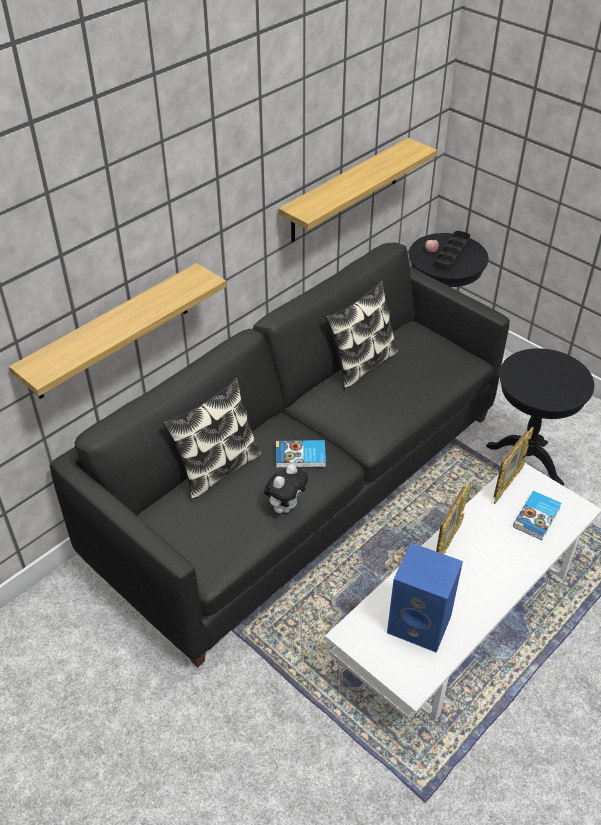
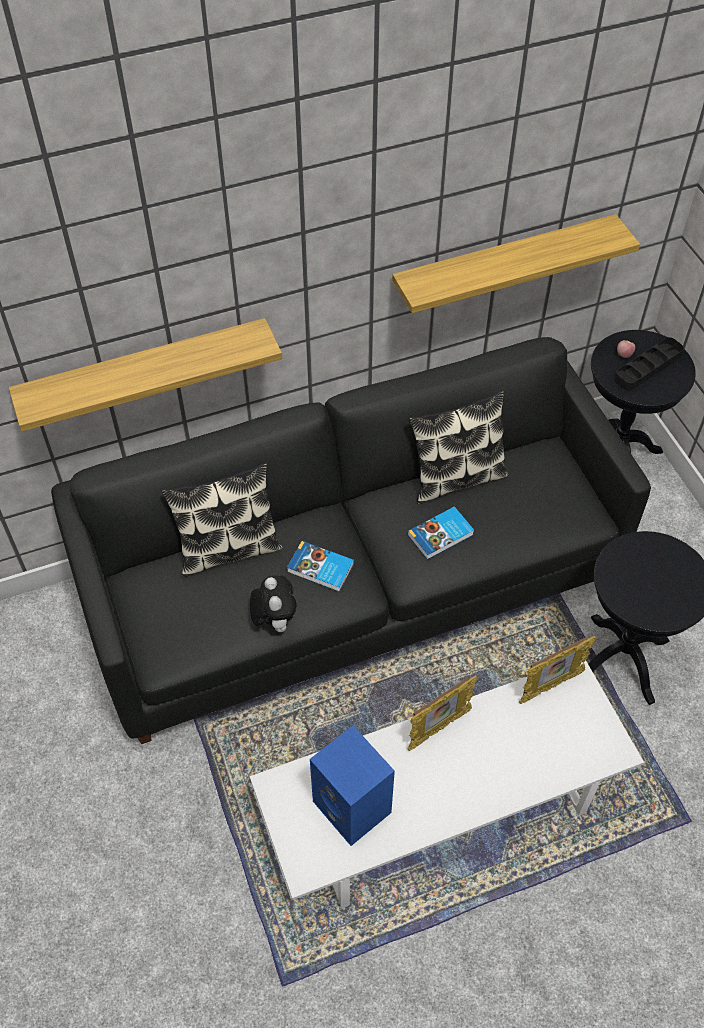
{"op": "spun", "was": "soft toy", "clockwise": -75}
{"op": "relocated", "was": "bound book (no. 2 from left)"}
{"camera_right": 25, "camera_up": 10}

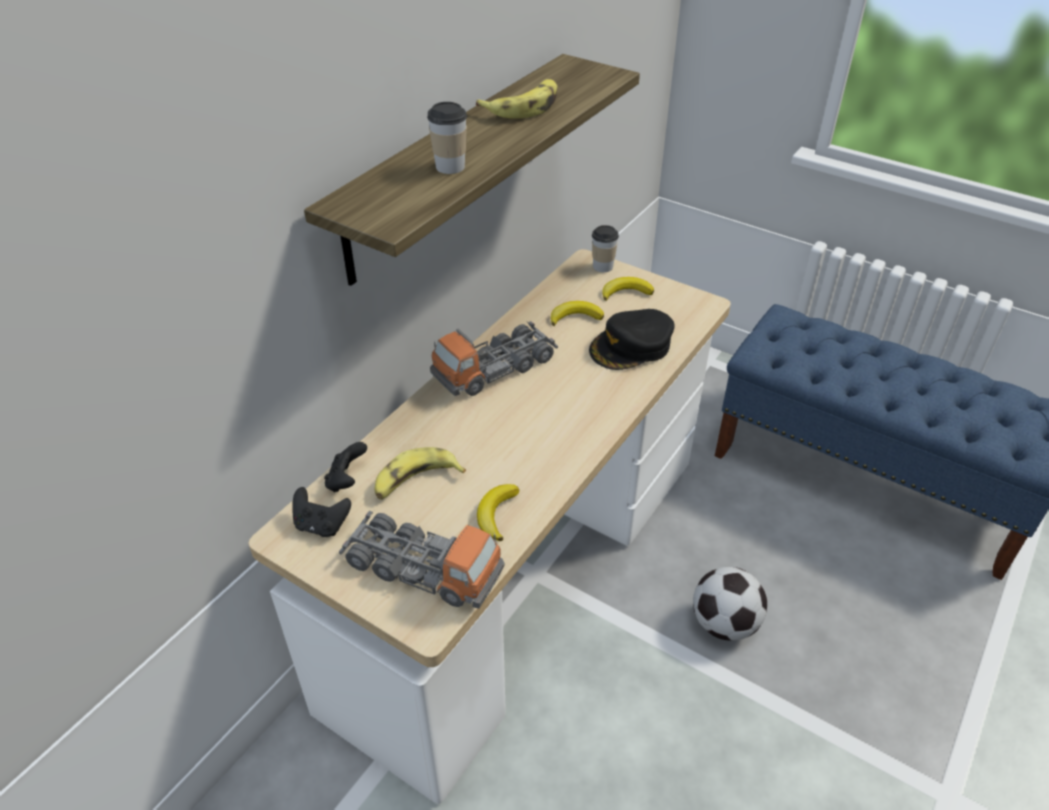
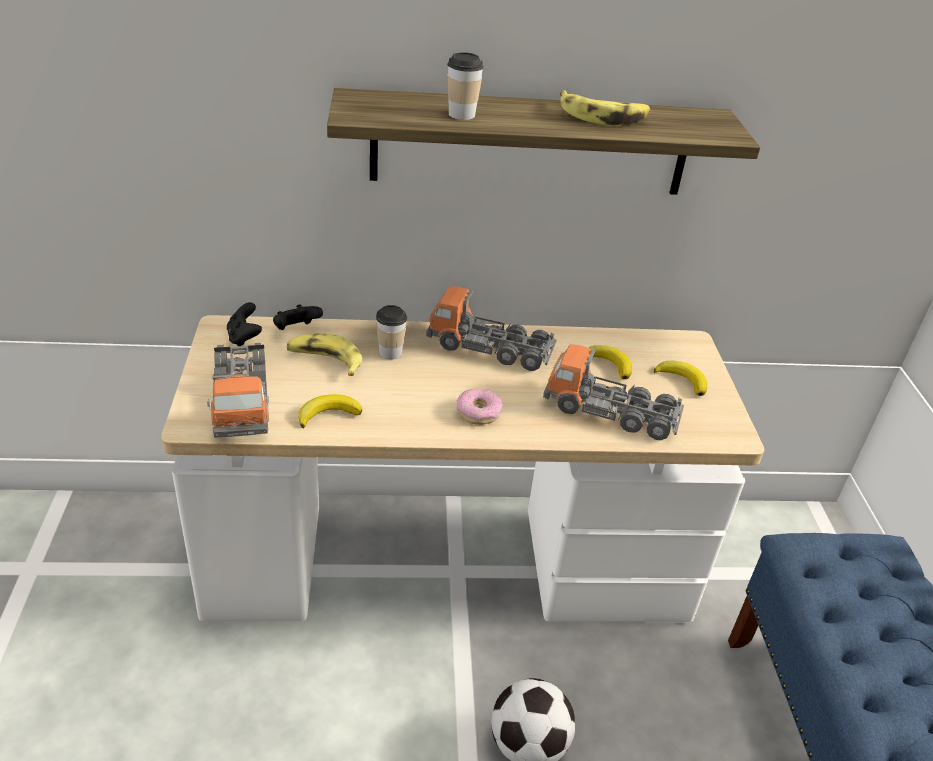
{"op": "relocated", "was": "drinking cup (no. 2 from left in the first image)", "now": "drinking cup (no. 1 from left)"}
{"op": "exchanged", "was": "peaked cap (black)", "now": "model truck (no. 3 from left)"}
{"op": "appeared", "now": "donut"}
{"camera_right": 50, "camera_up": -5}

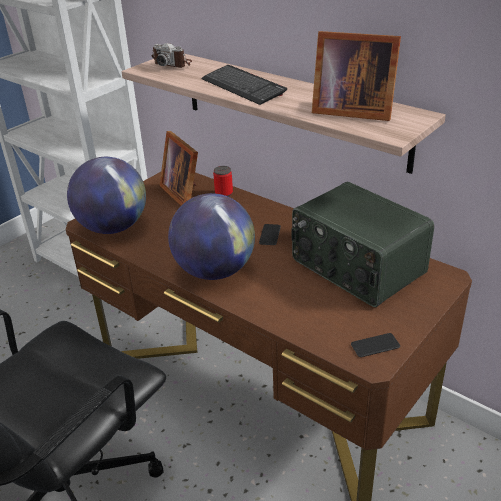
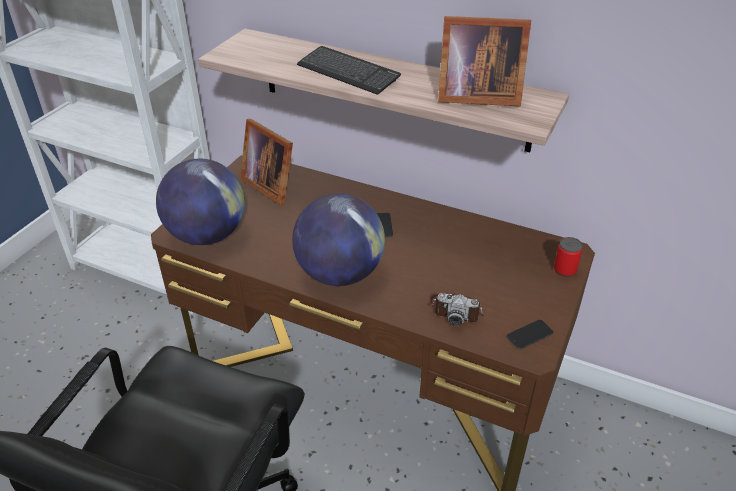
{"op": "relocated", "was": "photo camera"}
{"op": "relocated", "was": "sealed can"}
{"op": "missing", "was": "radio"}
{"camera_right": -15, "camera_up": 5}

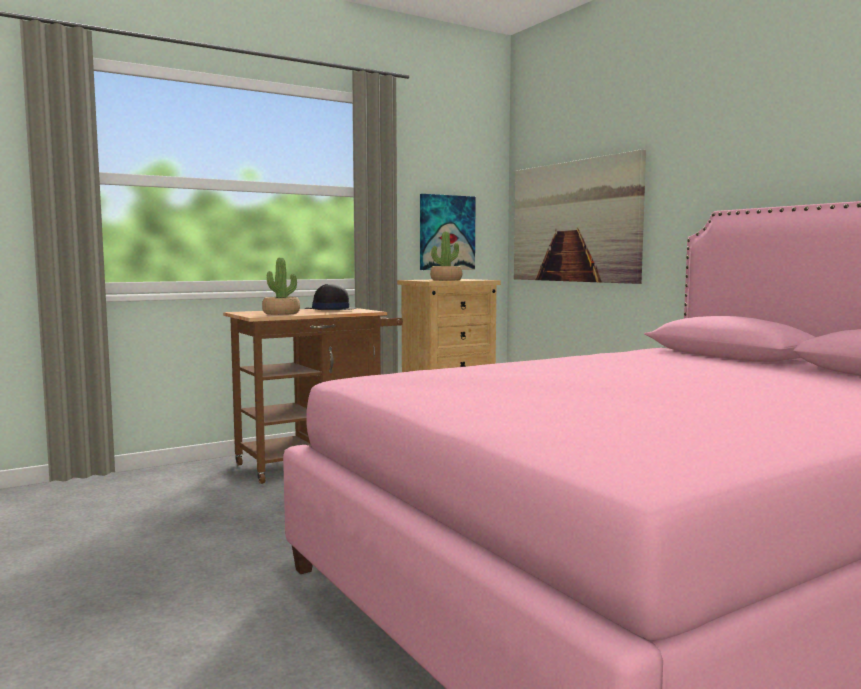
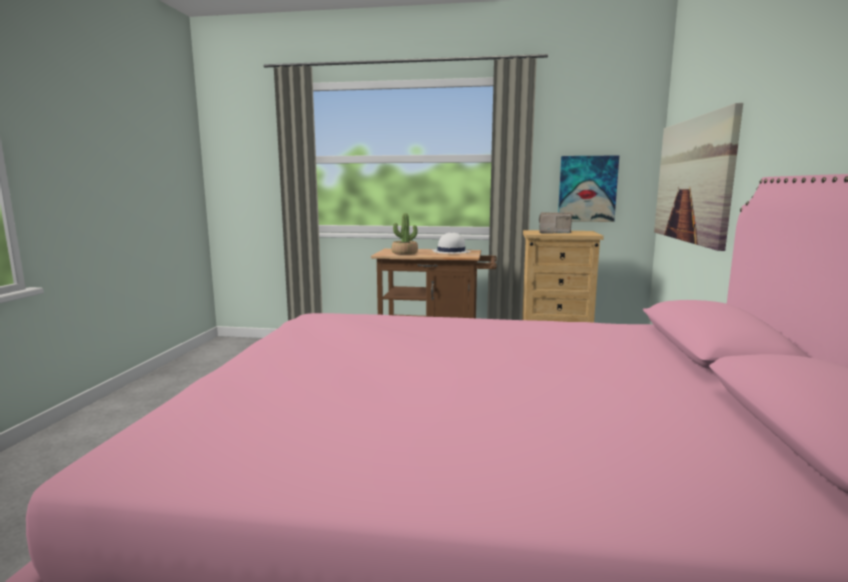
{"op": "exchanged", "was": "plant in a pot (no. 2 from left)", "now": "radio"}
{"op": "colour", "was": "clothing hat (black)", "now": "clothing hat (white)"}
{"camera_right": 40, "camera_up": 5}

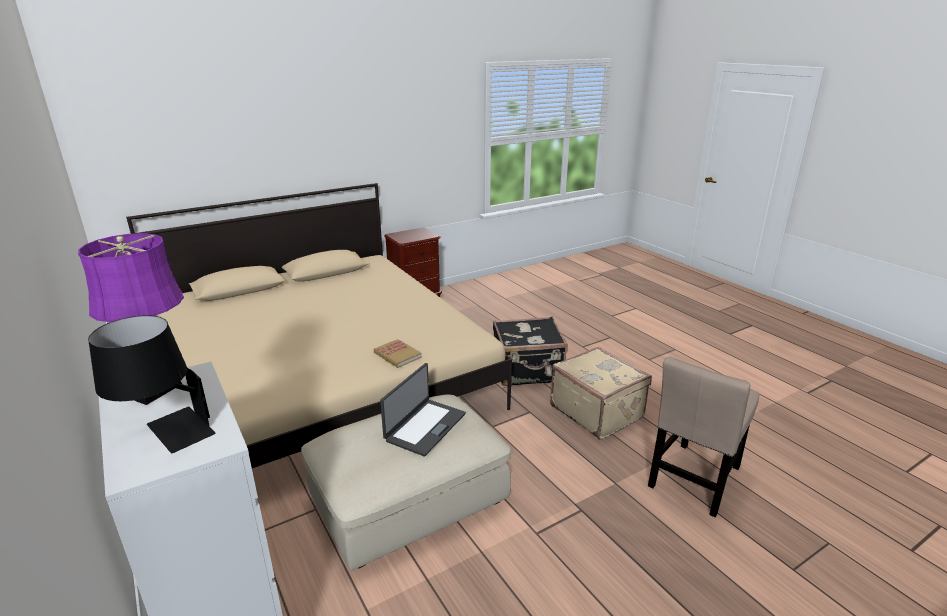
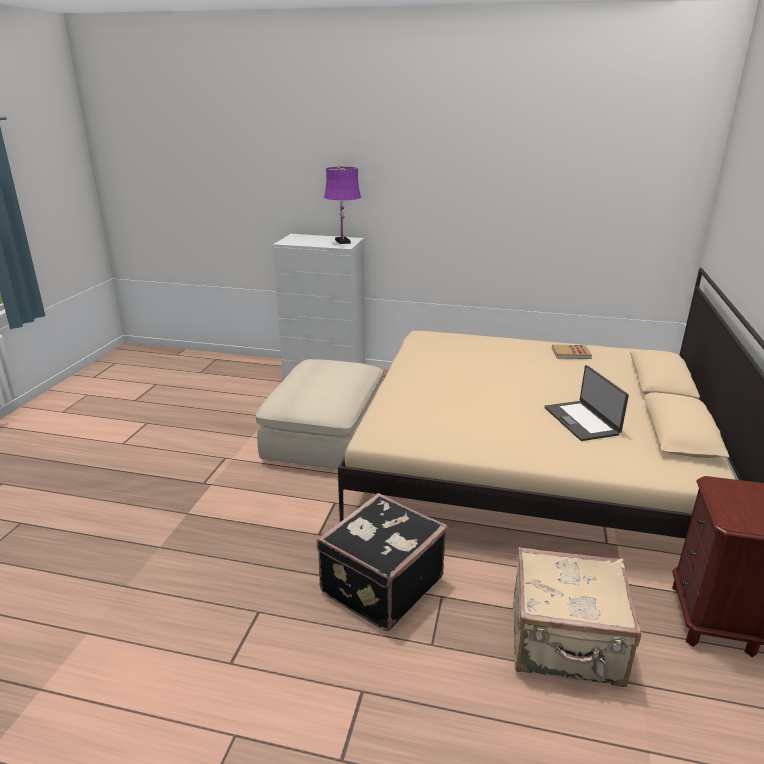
{"op": "missing", "was": "table lamp (black)"}
{"op": "relocated", "was": "bound book"}
{"op": "relocated", "was": "suitcase (beige)"}
{"op": "missing", "was": "upright chair (beige)"}
{"op": "relocated", "was": "notebook computer"}
{"camera_right": 135, "camera_up": 0}

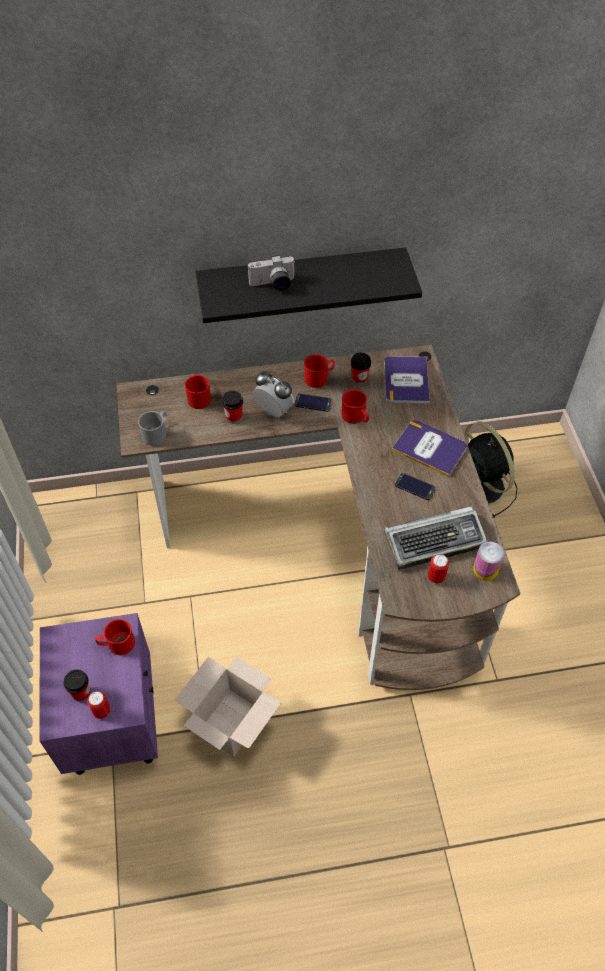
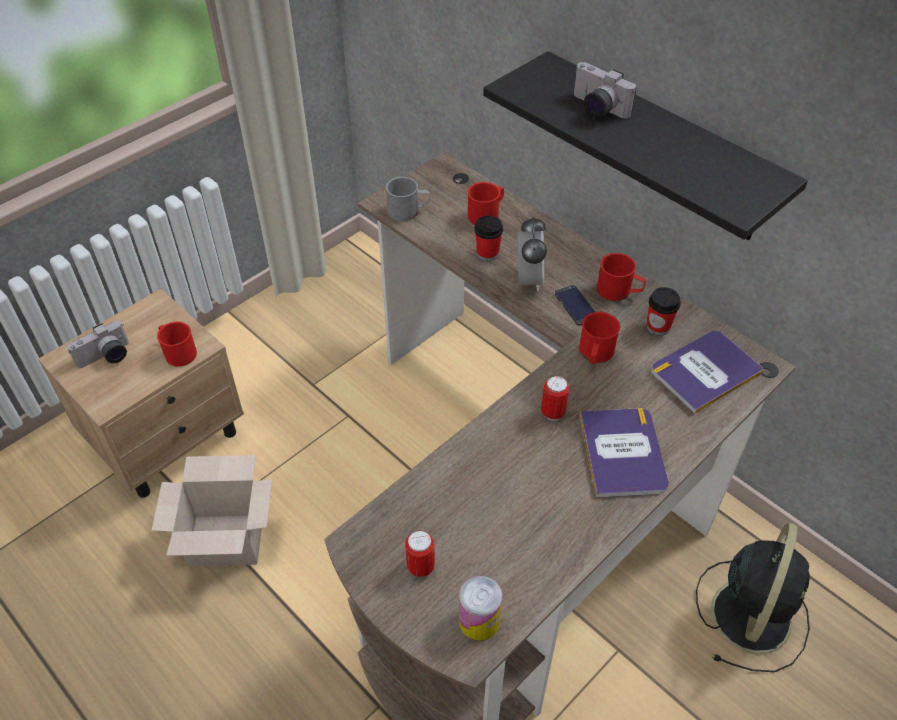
{"op": "missing", "was": "handset (no. 2 from left)"}
{"op": "missing", "was": "computer keyboard"}
{"op": "colour", "was": "nightstand (purplish)", "now": "nightstand (beige)"}
{"op": "exchanged", "was": "drinking cup (no. 1 from left)", "now": "photo camera (no. 1 from left)"}
{"op": "relocated", "was": "sealed can (no. 1 from left in the first image)", "now": "sealed can (no. 3 from left)"}
{"camera_right": 55, "camera_up": -5}

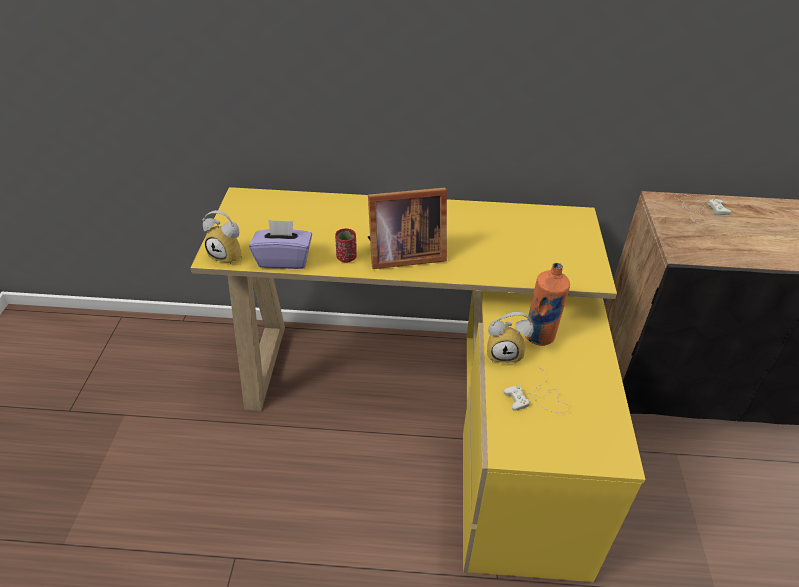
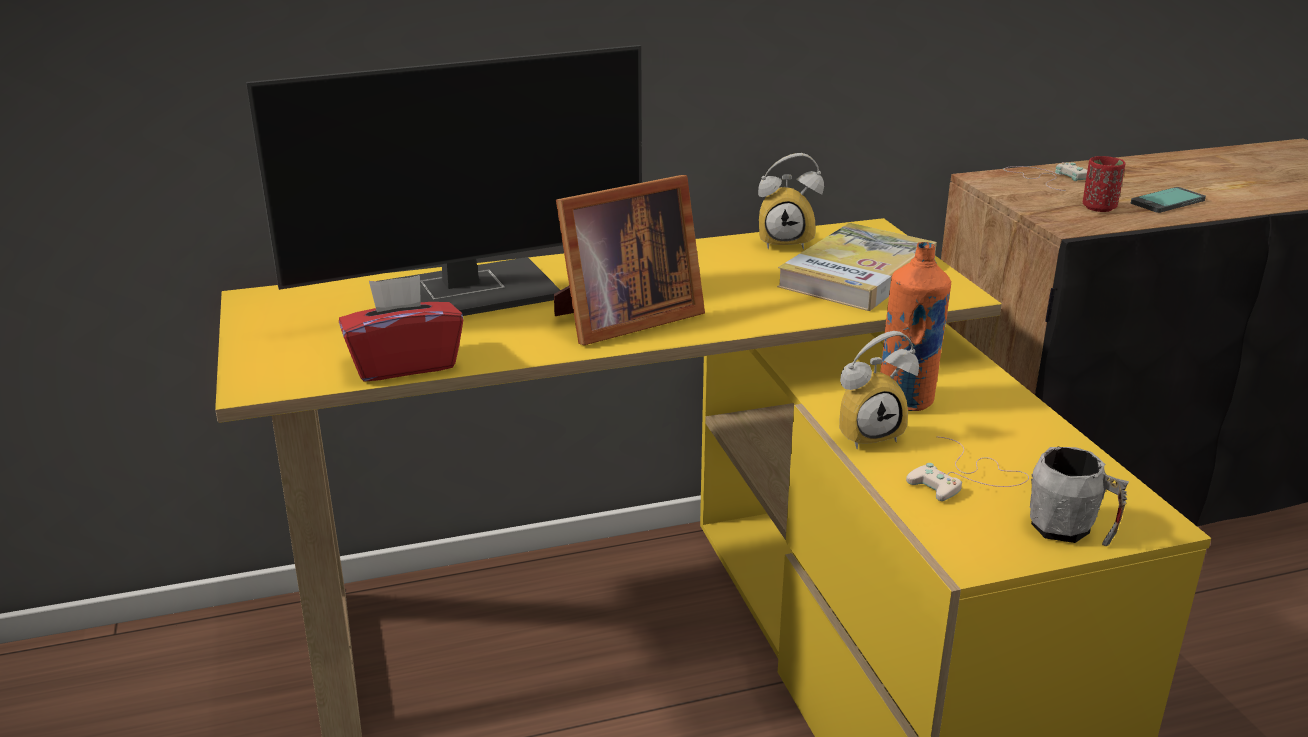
{"op": "relocated", "was": "bedside clock (no. 1 from left)"}
{"op": "colour", "was": "tissue box (purplish)", "now": "tissue box (reddish)"}
{"op": "relocated", "was": "drinking cup (reddish)"}
{"op": "appeared", "now": "monitor"}
{"op": "appeared", "now": "handset"}
{"op": "appeared", "now": "bound book"}
{"op": "appeared", "now": "coffee mug (gray)"}
{"camera_right": -20, "camera_up": -15}

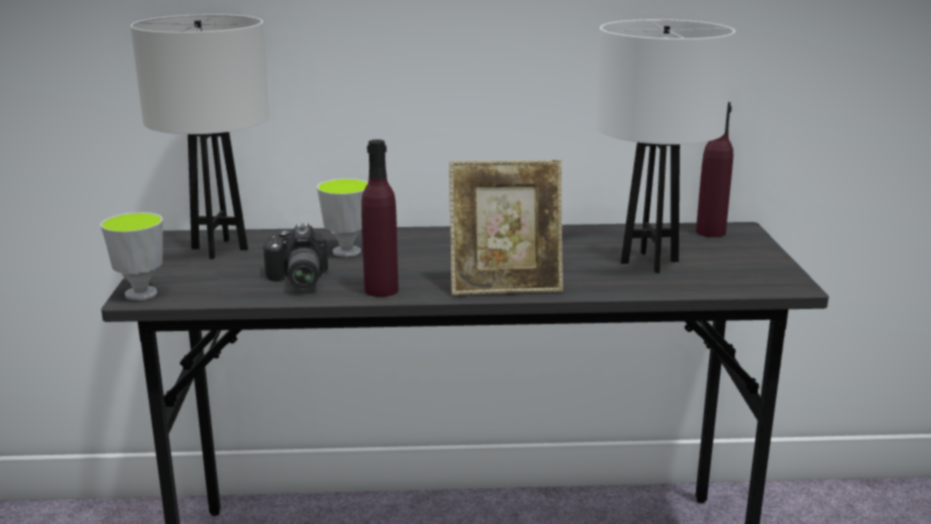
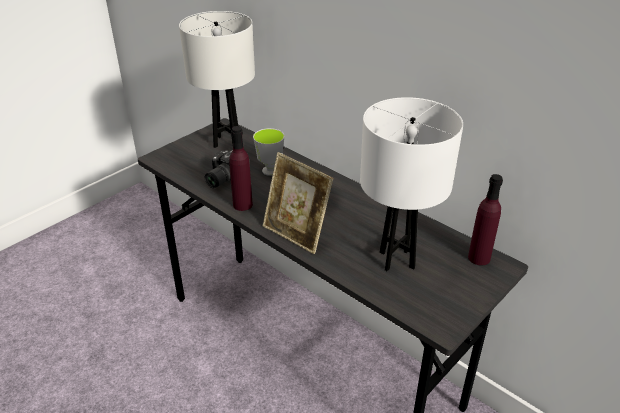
{"op": "missing", "was": "drinking cup (no. 1 from left)"}
{"camera_right": 45, "camera_up": 15}

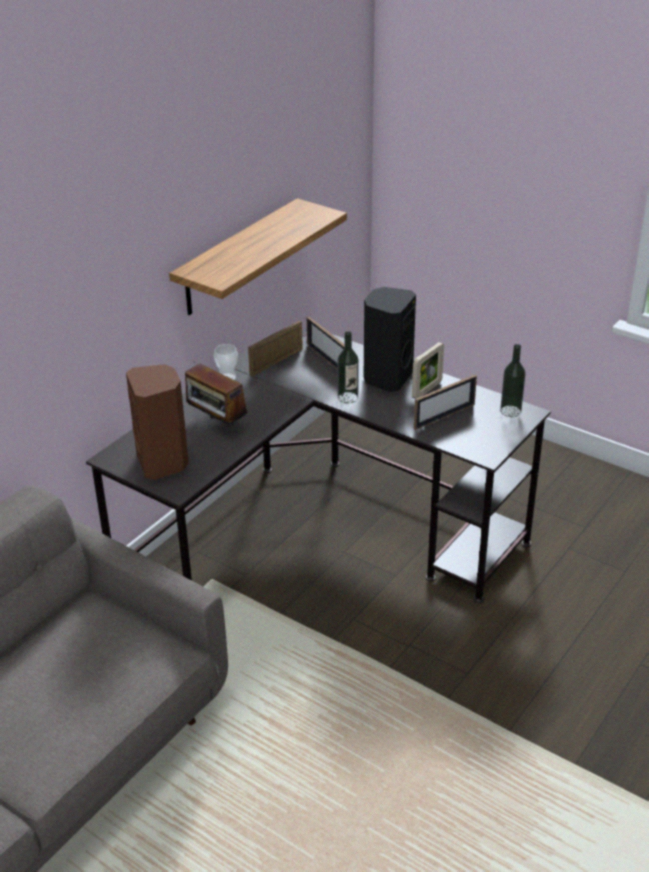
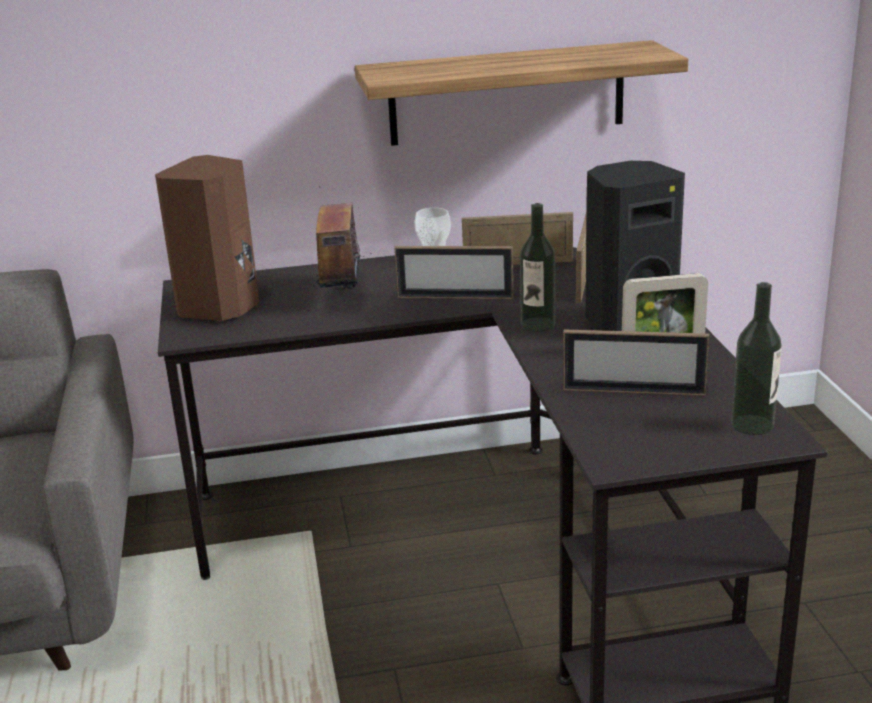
{"op": "appeared", "now": "standing frame (no. 1 from left)"}
{"camera_right": 45, "camera_up": -10}

